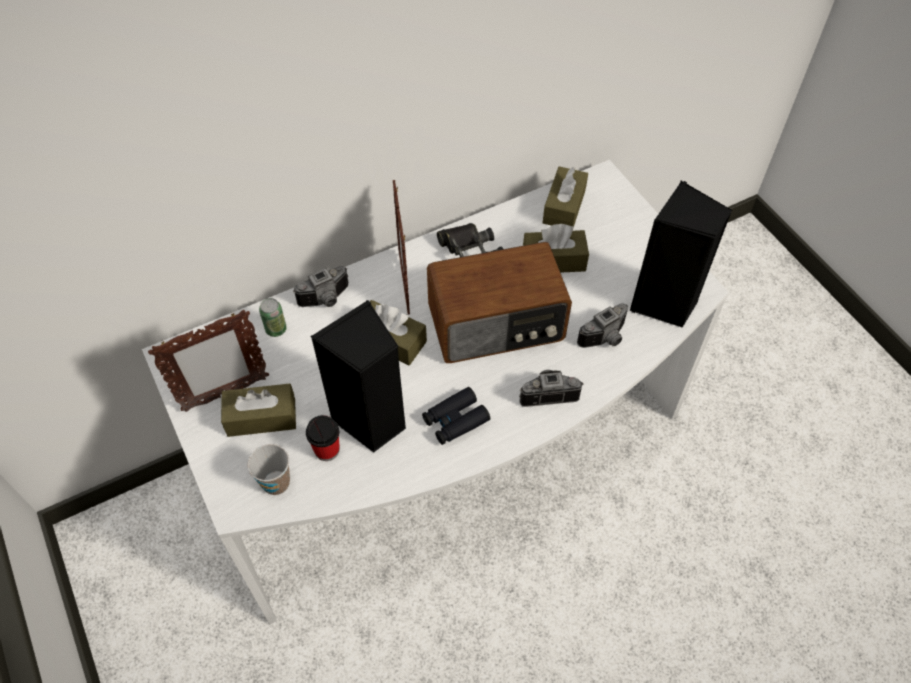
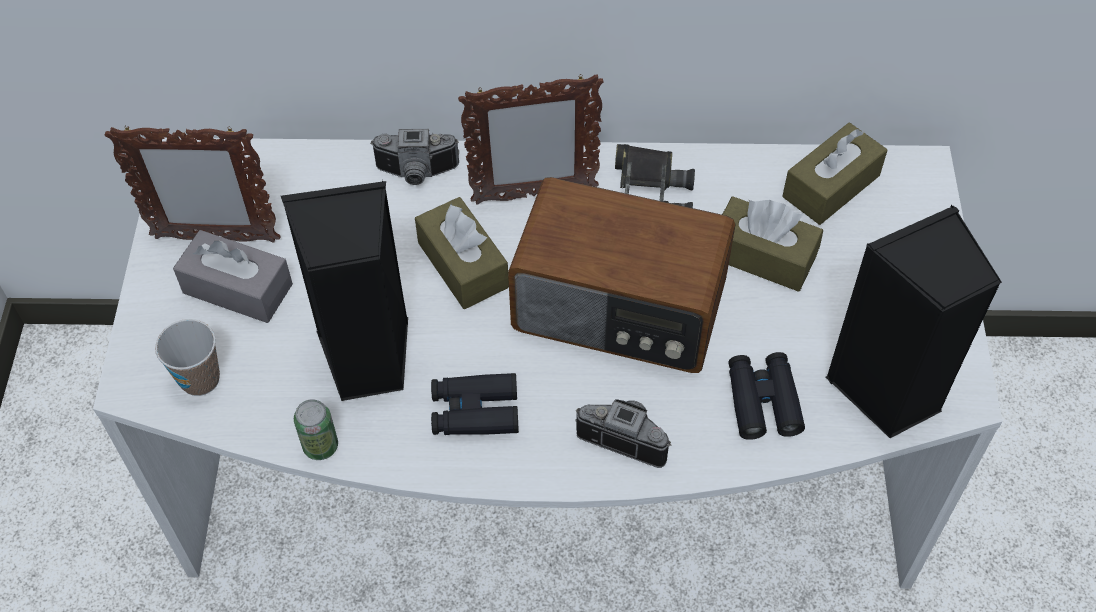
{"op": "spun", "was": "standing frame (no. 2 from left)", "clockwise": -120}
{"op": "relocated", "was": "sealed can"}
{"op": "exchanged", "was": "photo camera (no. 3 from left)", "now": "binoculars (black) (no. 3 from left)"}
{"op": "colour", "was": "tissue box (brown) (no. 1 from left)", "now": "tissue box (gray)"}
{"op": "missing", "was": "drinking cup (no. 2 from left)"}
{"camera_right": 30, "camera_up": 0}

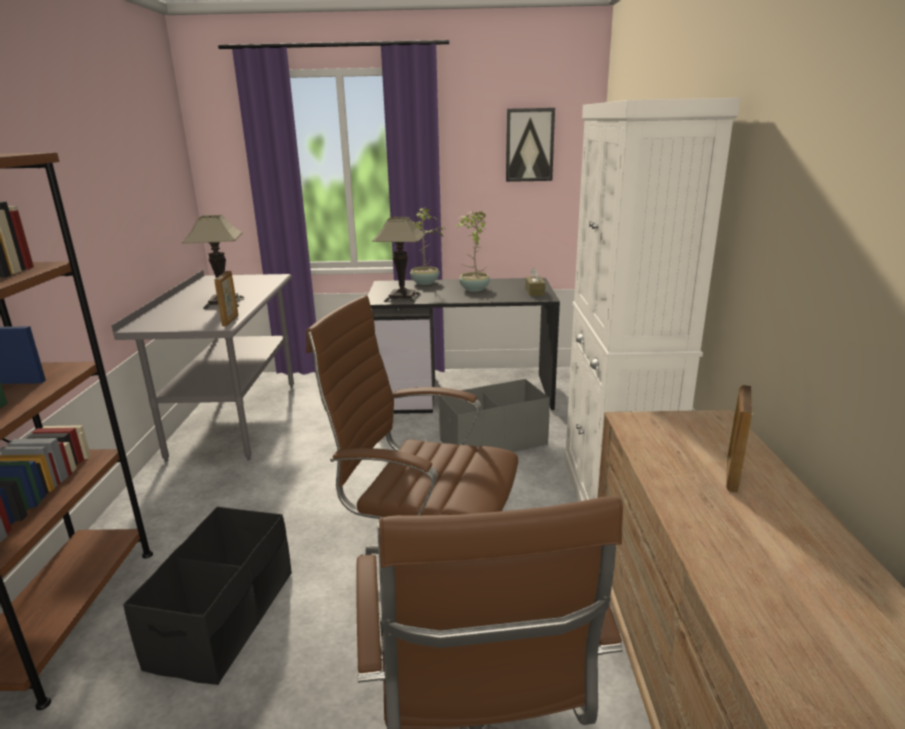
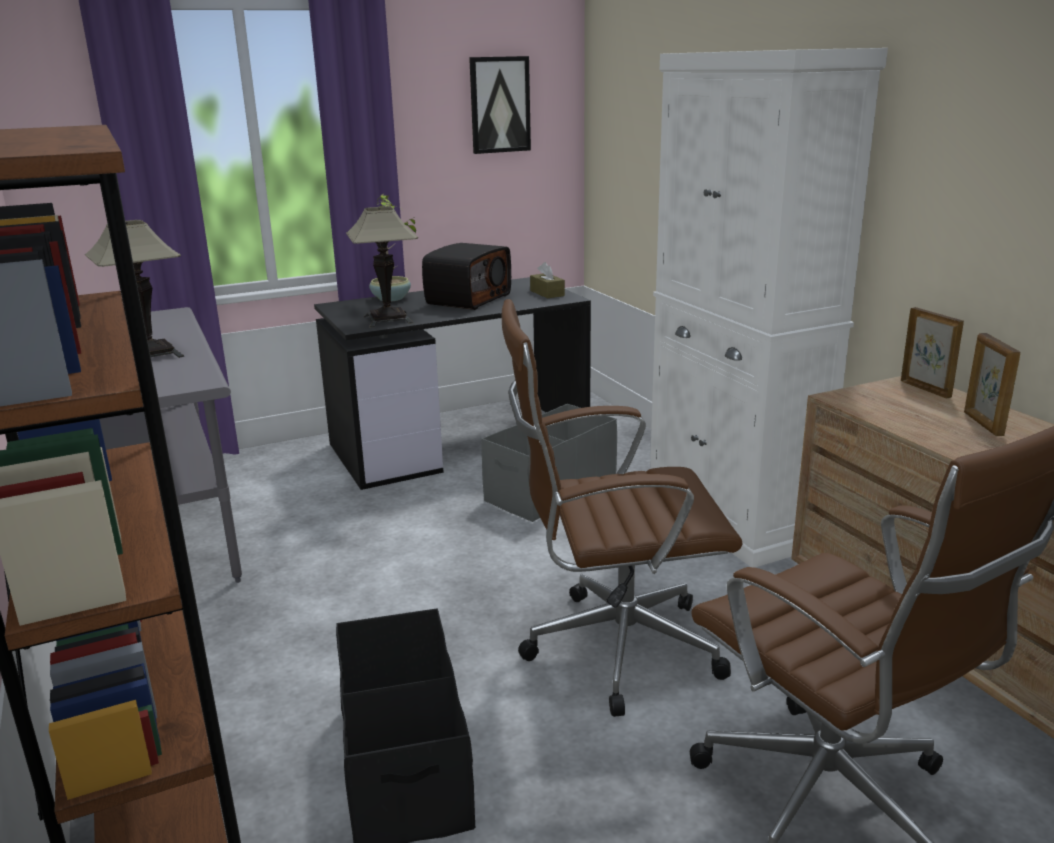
{"op": "exchanged", "was": "plant in a pot (no. 2 from left)", "now": "radio"}
{"op": "relocated", "was": "standing frame (no. 1 from left)"}
{"camera_right": -25, "camera_up": 0}

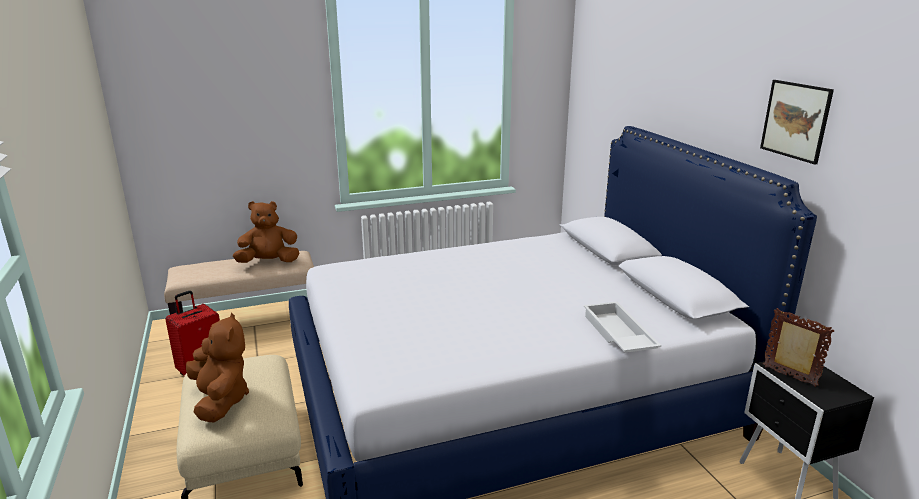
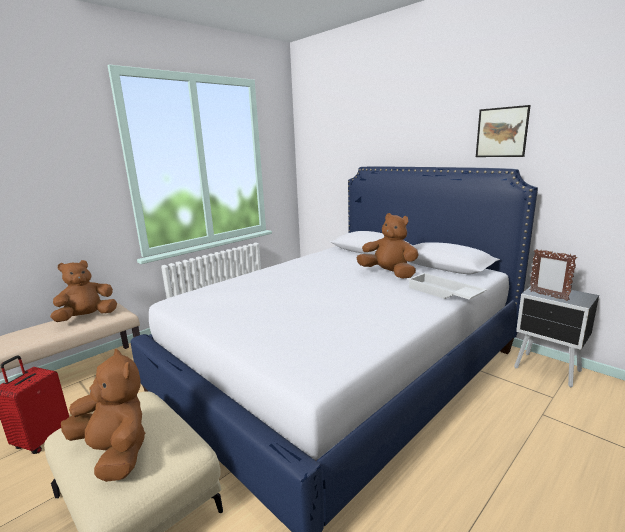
{"op": "spun", "was": "standing frame", "clockwise": -150}
{"op": "appeared", "now": "soft toy (brown) (no. 3 from left)"}
{"camera_right": -25, "camera_up": -5}

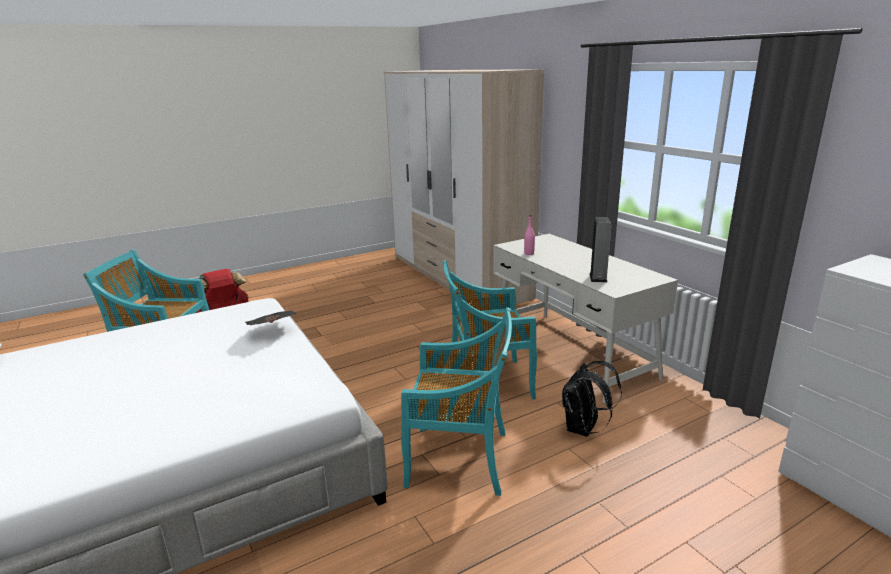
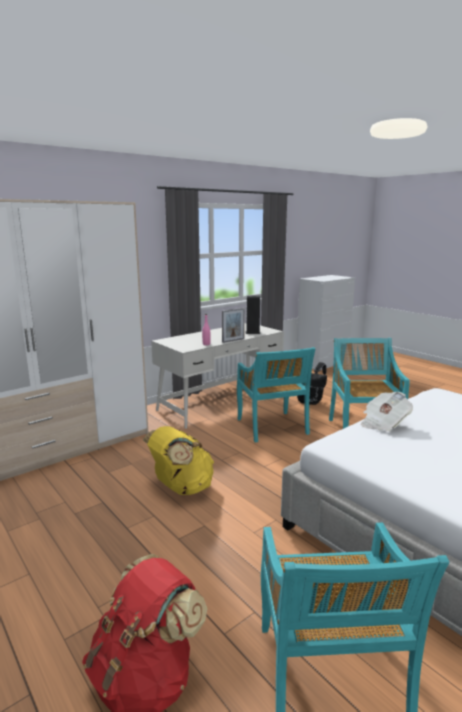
{"op": "appeared", "now": "standing frame"}
{"op": "appeared", "now": "knapsack (yellow-coloured)"}
{"camera_right": -100, "camera_up": -5}

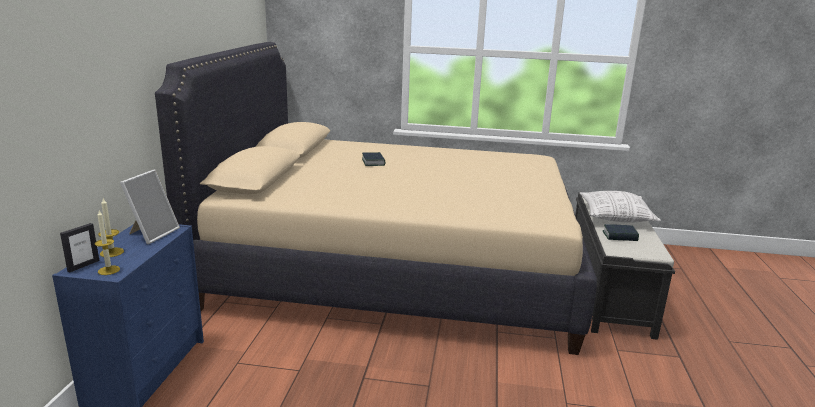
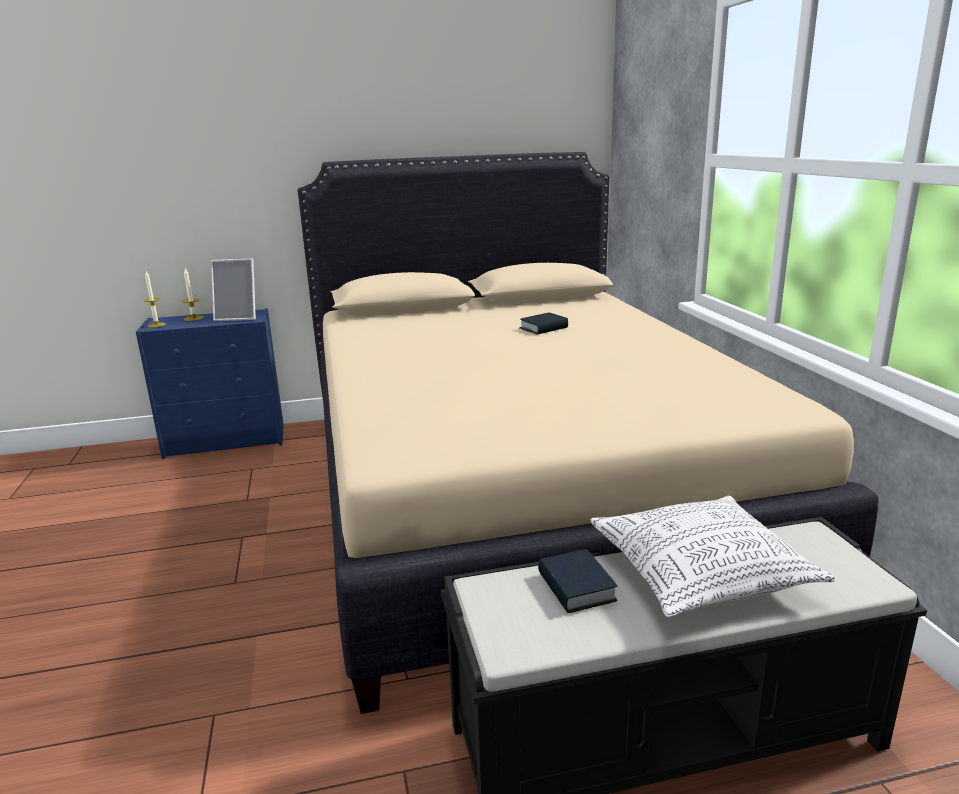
{"op": "missing", "was": "standing frame (no. 1 from left)"}
{"camera_right": 70, "camera_up": 0}

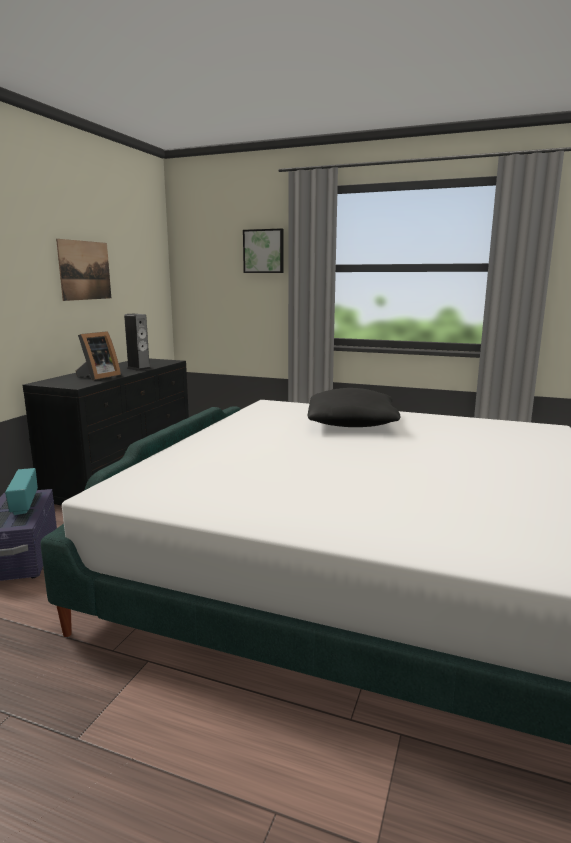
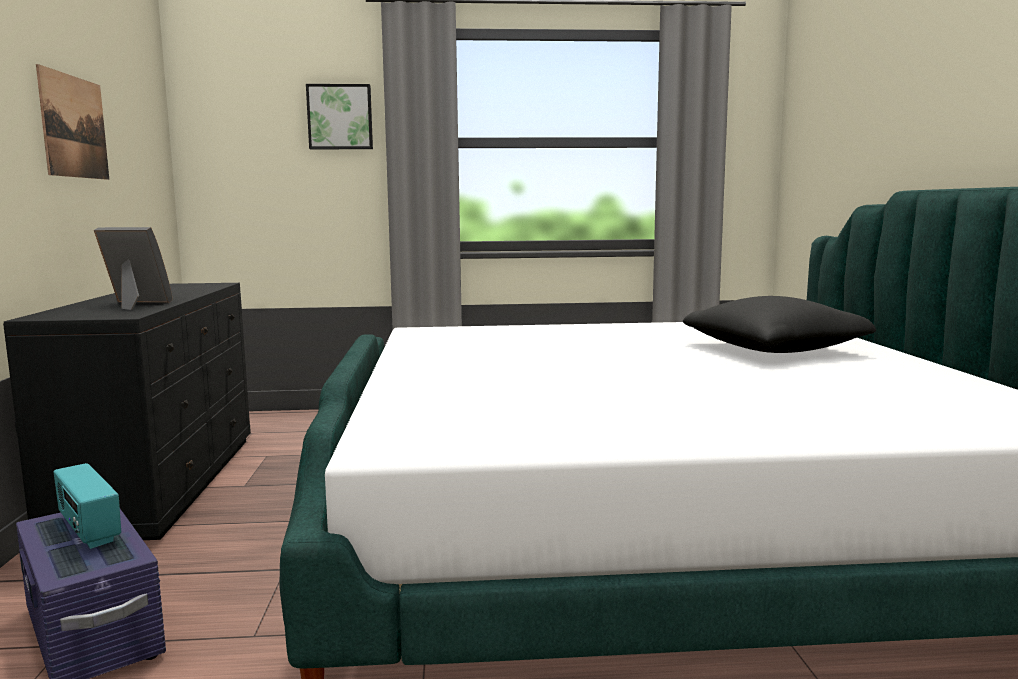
{"op": "missing", "was": "audio speaker"}
{"op": "spun", "was": "standing frame", "clockwise": -90}
{"op": "relocated", "was": "cushion (black)"}
{"camera_right": -25, "camera_up": -5}

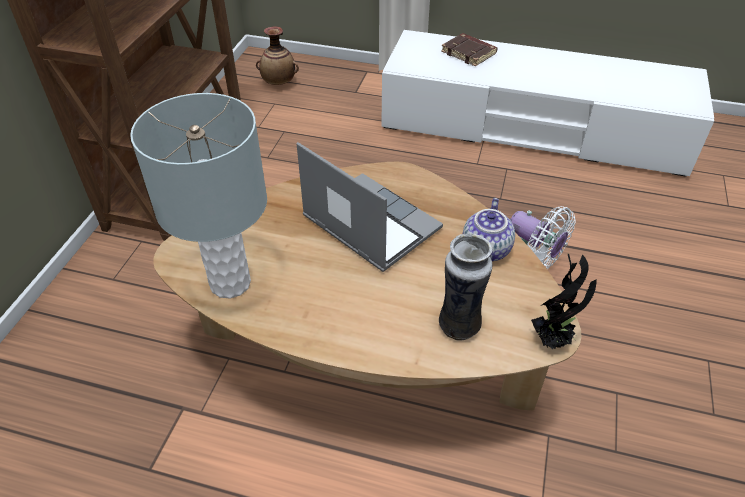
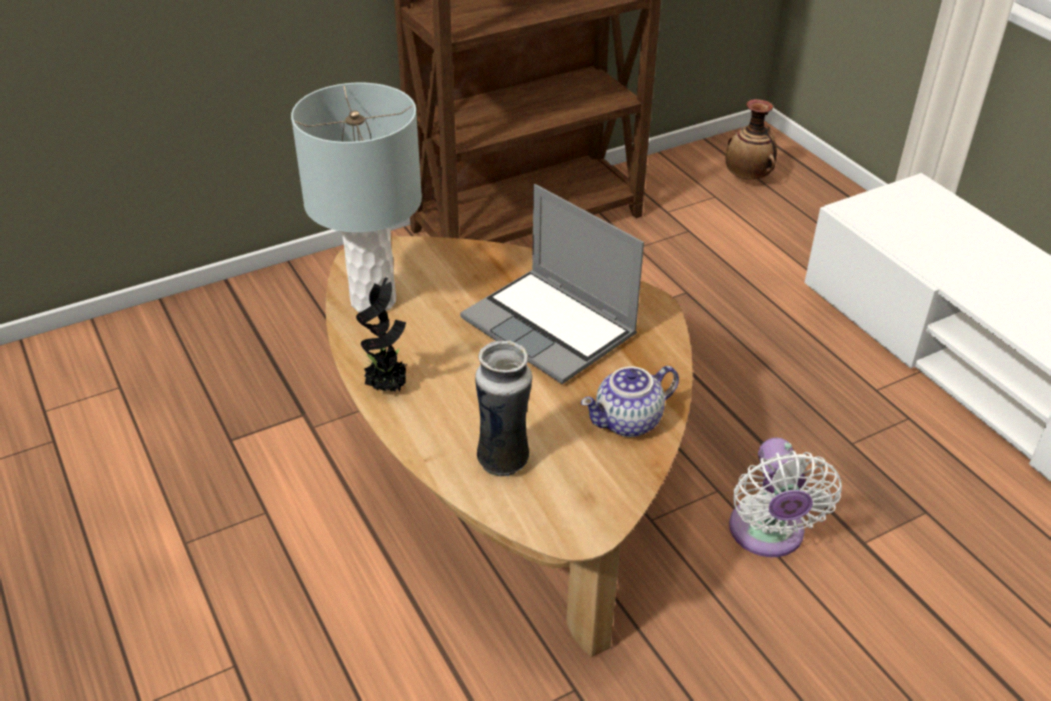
{"op": "missing", "was": "bound book (brown)"}
{"op": "spun", "was": "notebook computer", "clockwise": 135}
{"op": "relocated", "was": "plant in a pot"}
{"camera_right": 45, "camera_up": -5}

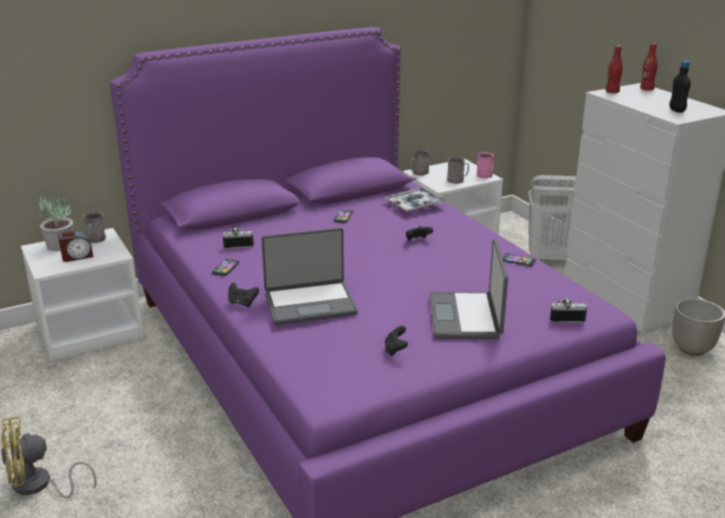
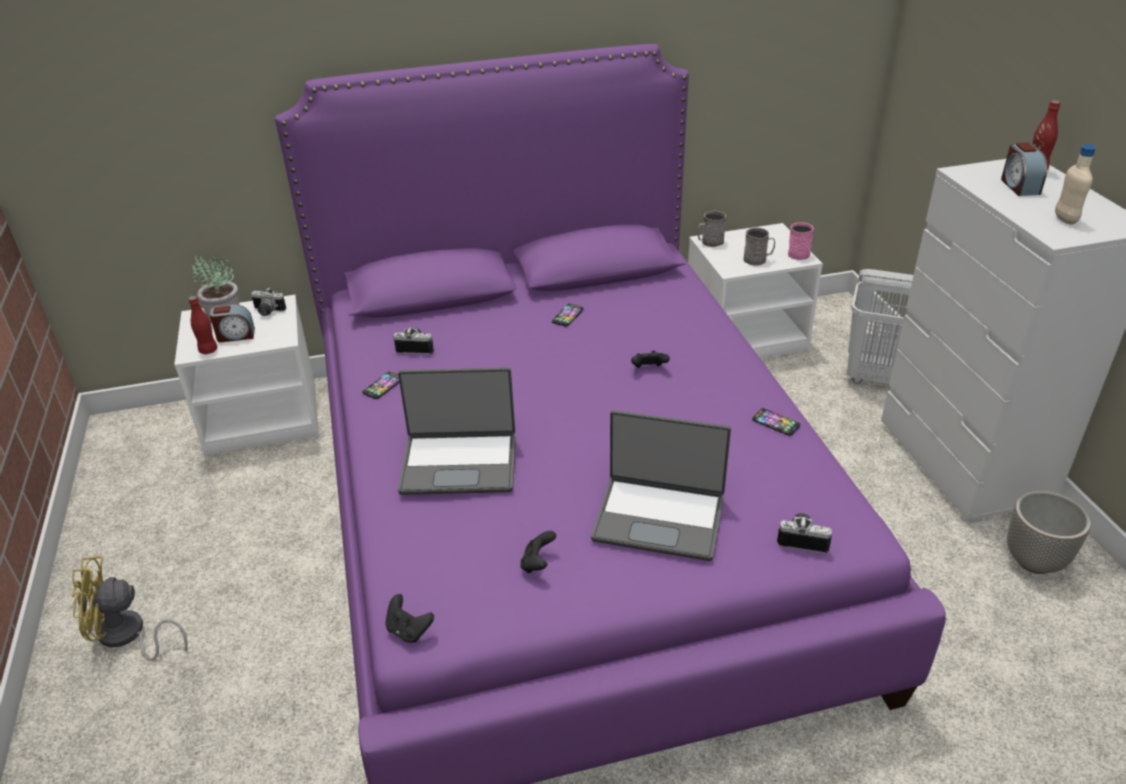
{"op": "relocated", "was": "bottle (reddish) (no. 1 from left)"}
{"op": "colour", "was": "bottle (black)", "now": "bottle (beige)"}
{"op": "missing", "was": "tray"}
{"op": "exchanged", "was": "coffee mug (gray) (no. 1 from left)", "now": "photo camera (no. 1 from left)"}
{"op": "spun", "was": "notebook computer (no. 2 from left)", "clockwise": -90}
{"op": "relocated", "was": "gamepad (black) (no. 1 from left)"}
{"op": "appeared", "now": "bedside clock (no. 2 from left)"}
{"camera_right": 15, "camera_up": 10}

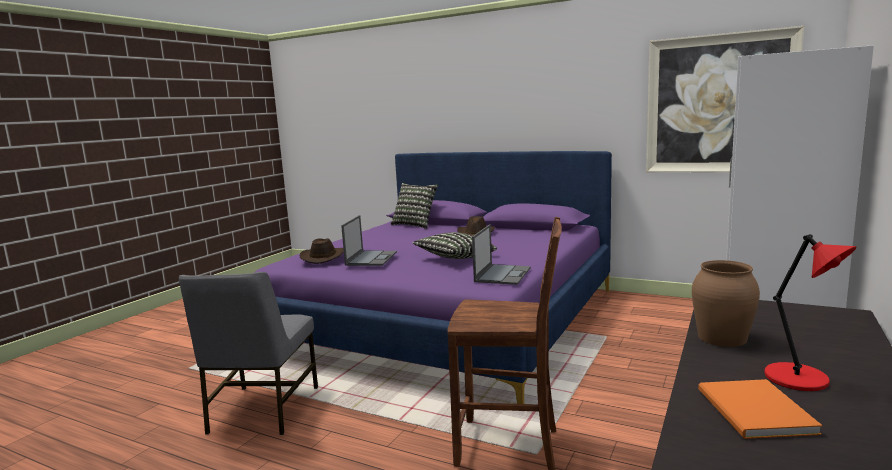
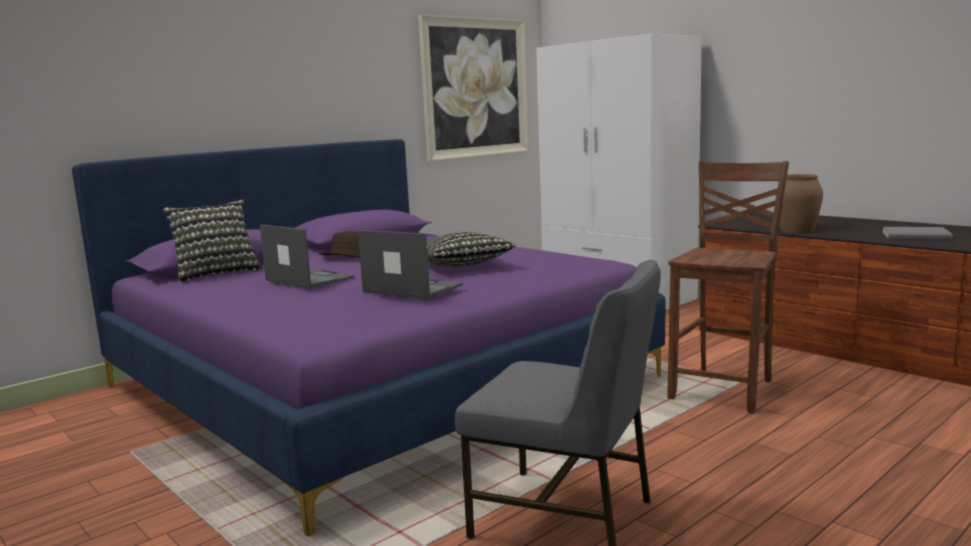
{"op": "relocated", "was": "notebook computer (no. 2 from left in the first image)", "now": "notebook computer (no. 1 from left)"}
{"op": "missing", "was": "table lamp (reddish)"}
{"op": "missing", "was": "clothing hat (brown) (no. 1 from left)"}
{"op": "colour", "was": "bound book (orange-coloured)", "now": "bound book (gray)"}
{"camera_right": -70, "camera_up": 0}

